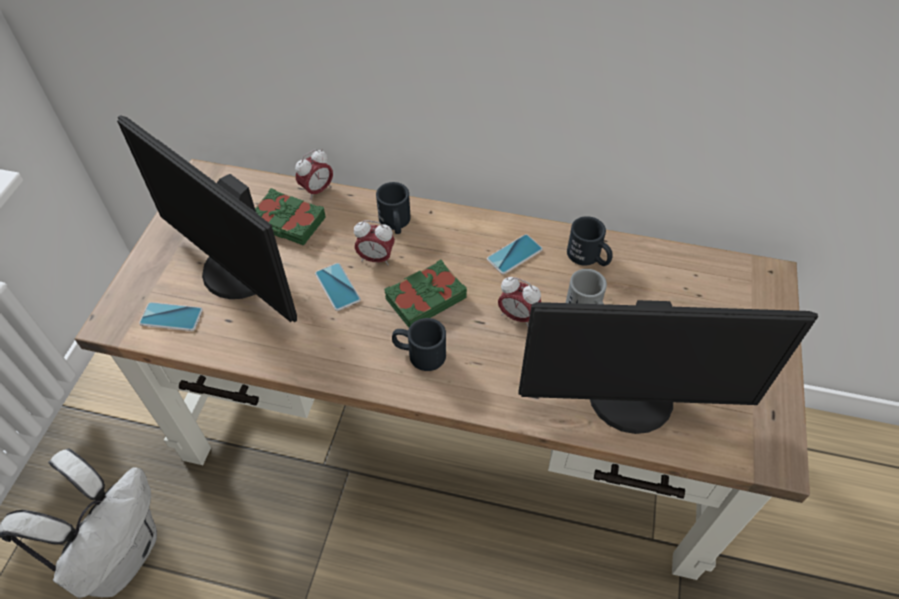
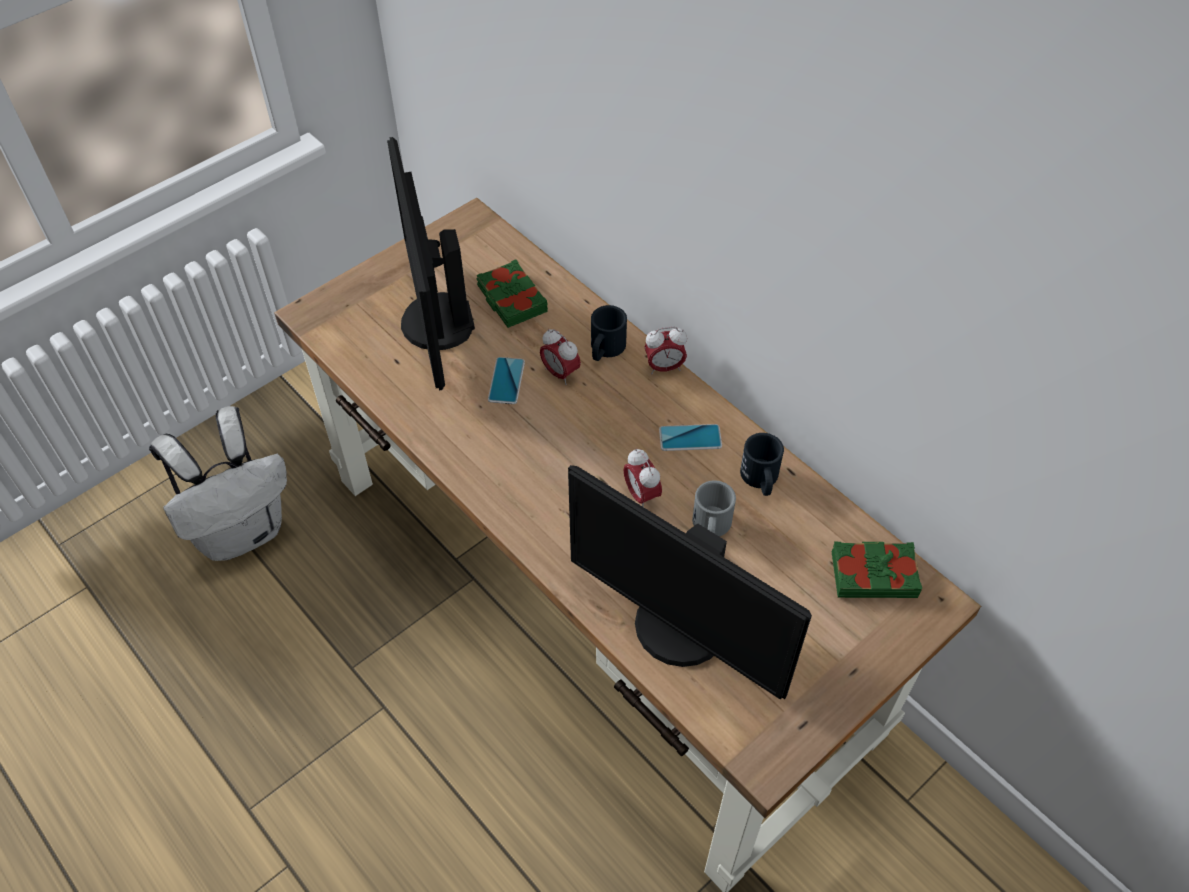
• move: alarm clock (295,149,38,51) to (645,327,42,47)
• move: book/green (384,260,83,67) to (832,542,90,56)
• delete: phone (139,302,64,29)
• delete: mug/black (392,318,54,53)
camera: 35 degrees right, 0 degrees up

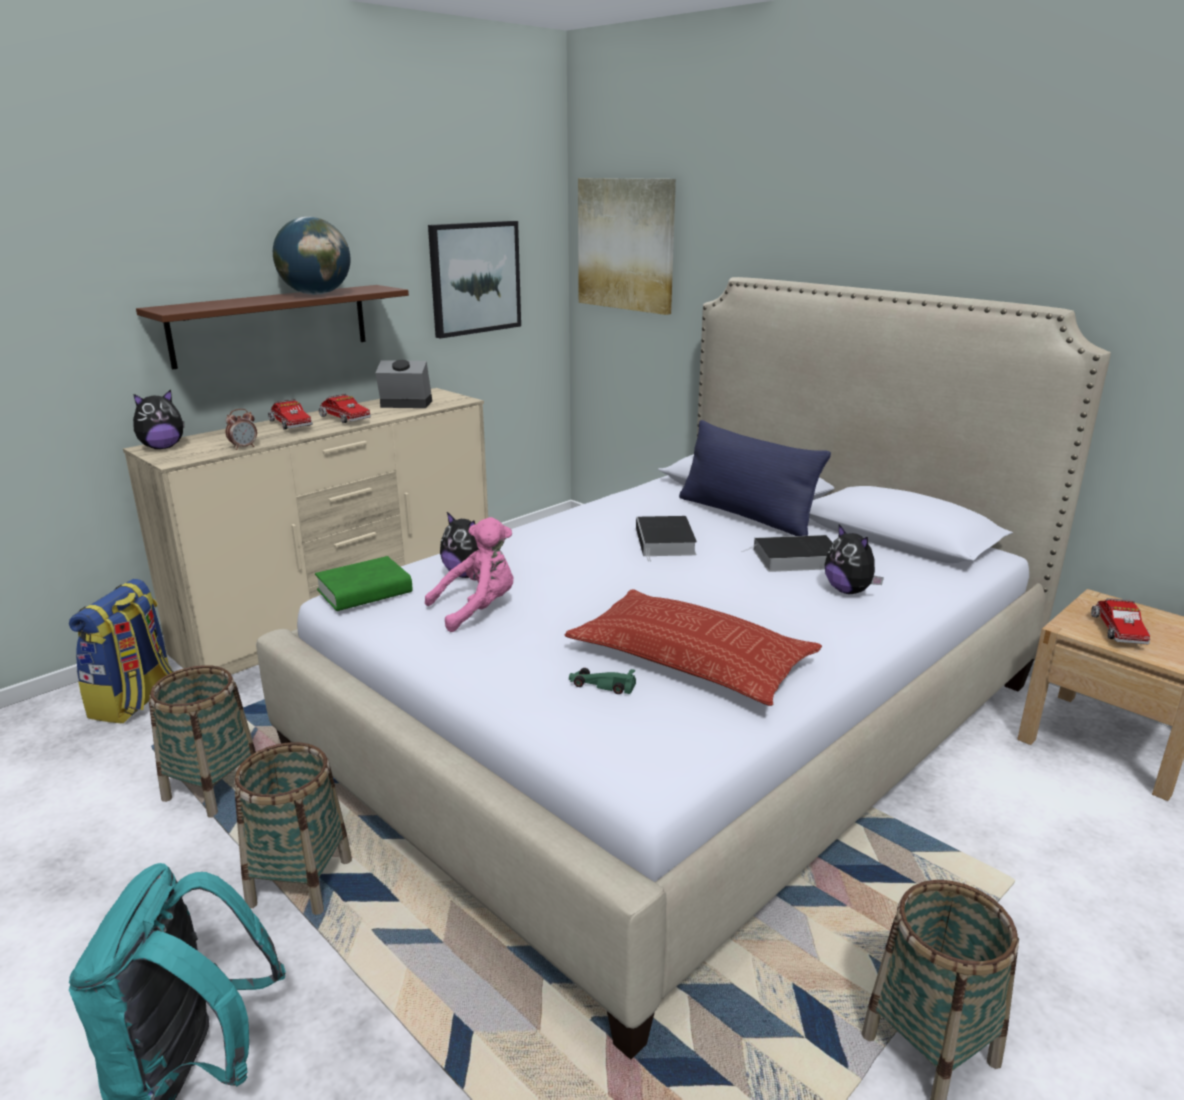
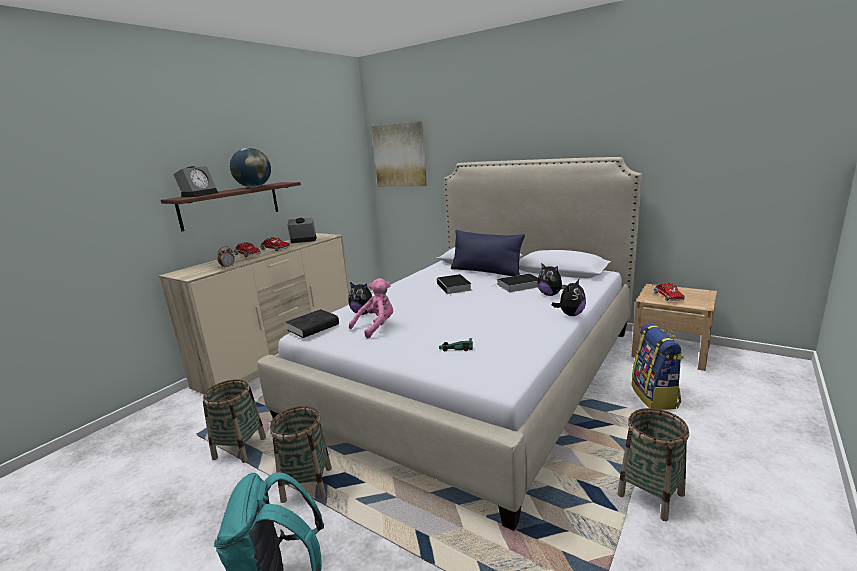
• delete: picture (428,221,93,118)
• move: plush toy (133,389,51,60) to (552,279,34,37)
• recolor: book/green (315,556,98,55) to book/black (286,309,53,29)
• move: backpack (69,579,104,144) to (632,323,51,87)
• delete: pillow (565,589,257,117)
• insert: alarm clock (173,166,45,31)
camera: 10 degrees left, 5 degrees down

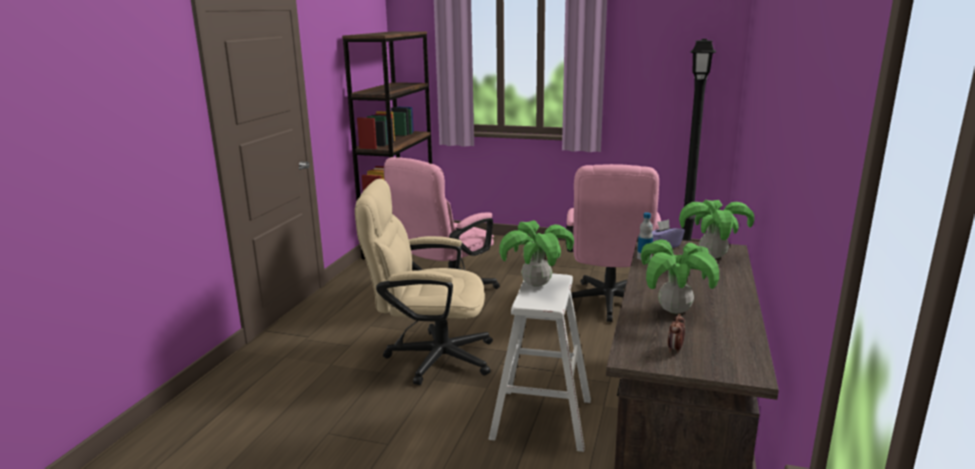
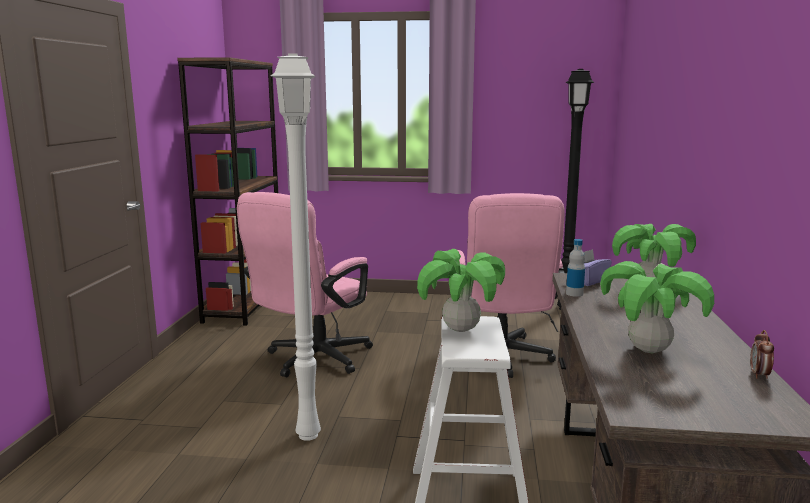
• replace: office chair/beige (355,179,138,206) to floor lamp/white (270,54,51,387)
• move: alarm clock (668,314,17,39) to (750,330,24,49)
camera: 10 degrees left, 5 degrees down

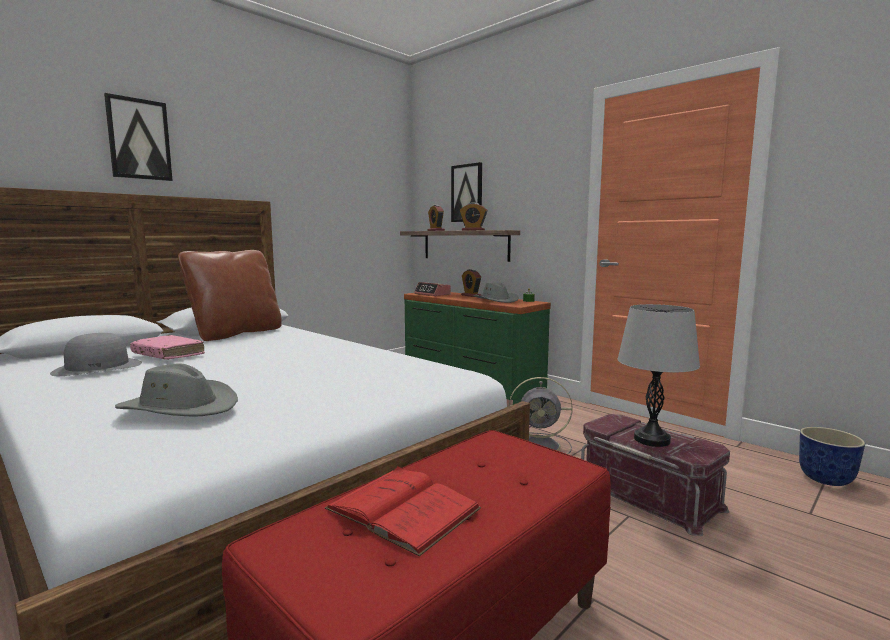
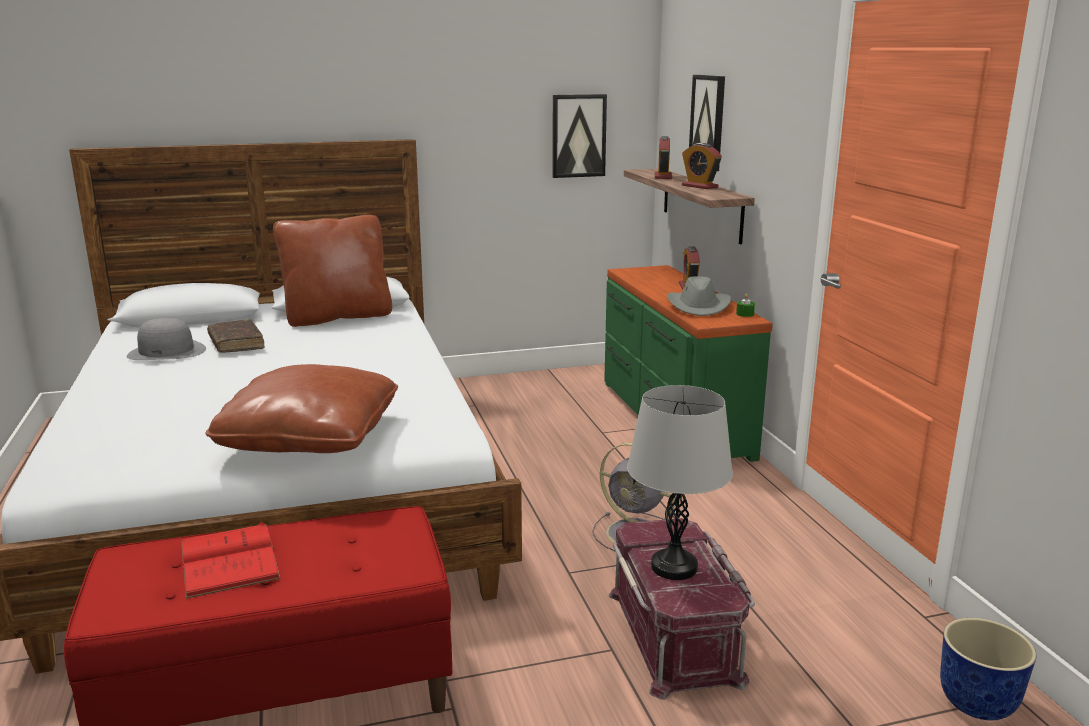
• move: picture (104,93,69,88) to (552,94,55,84)
• delete: alarm clock (414,282,37,14)
• recolor: book/pink (130,335,75,25) to book/brown (207,319,58,34)
• delete: hat/grey (115,363,123,54)
• insert: pillow/brown (206,364,192,89)
camera: 30 degrees right, 10 degrees up

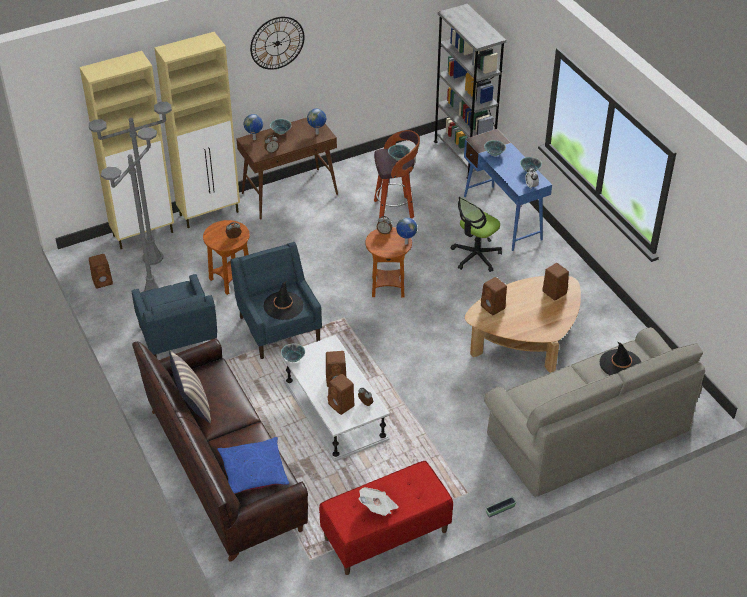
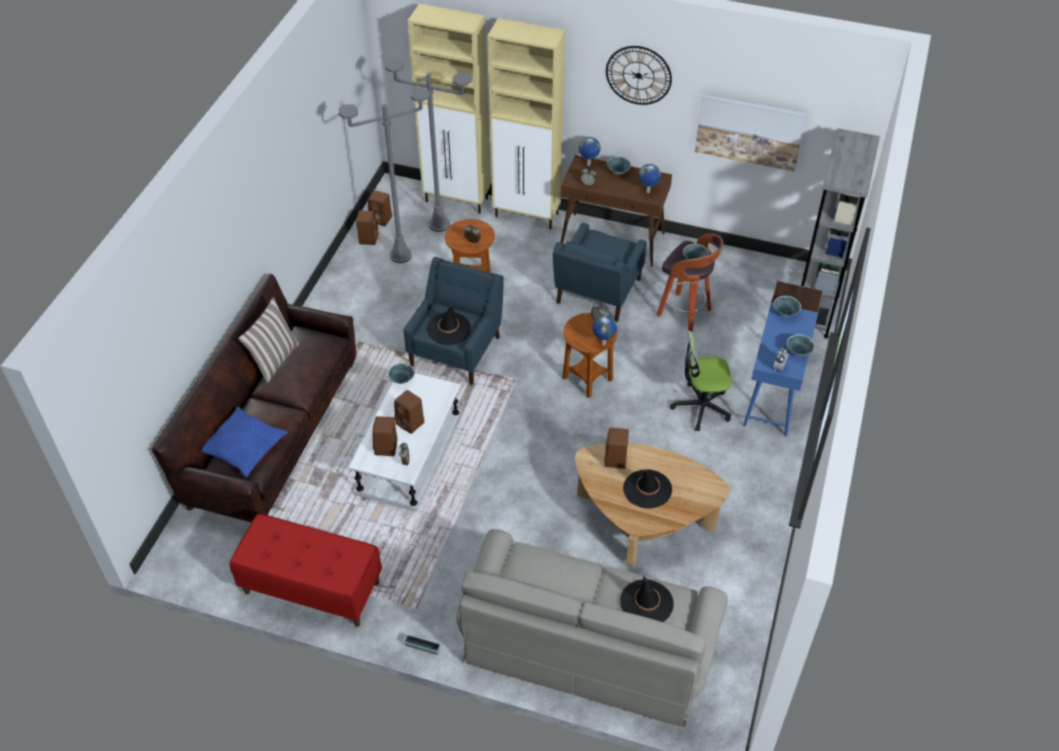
• move: speaker/brown (542,263,27,38) to (356,210,22,35)
• move: armchair/blue (131,274,86,84) to (553,223,94,99)
• delete: newspaper (358,487,41,29)
• insert: picture (695,94,112,77)
• insert: hat/black (623,469,49,40)
camera: 45 degrees right, 5 degrees up

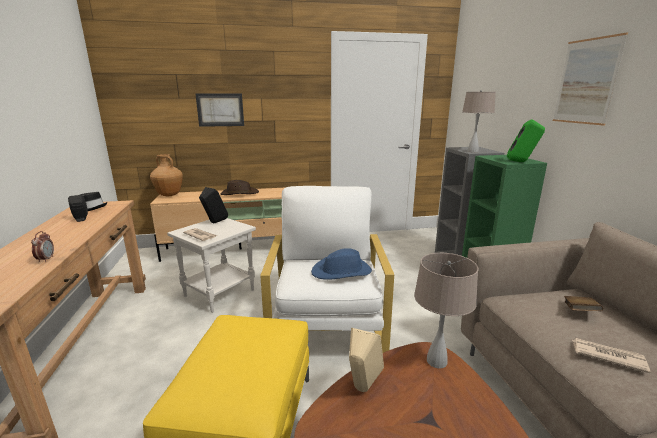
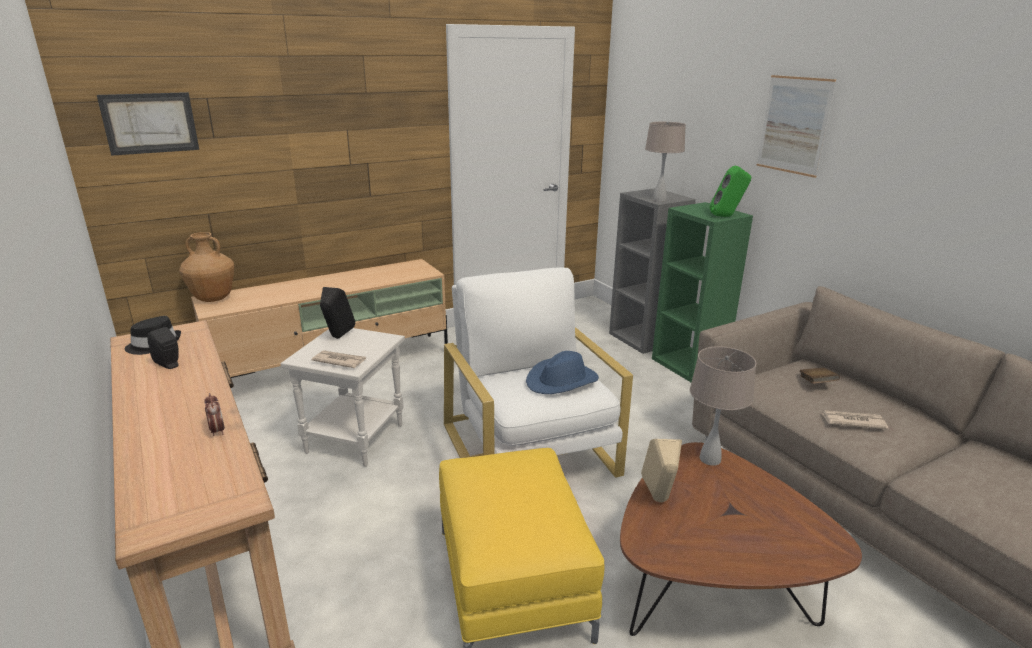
• move: picture (195,94,49,33) to (97,92,102,64)
• delete: hat/brown (221,180,38,15)
camera: 20 degrees left, 5 degrees up

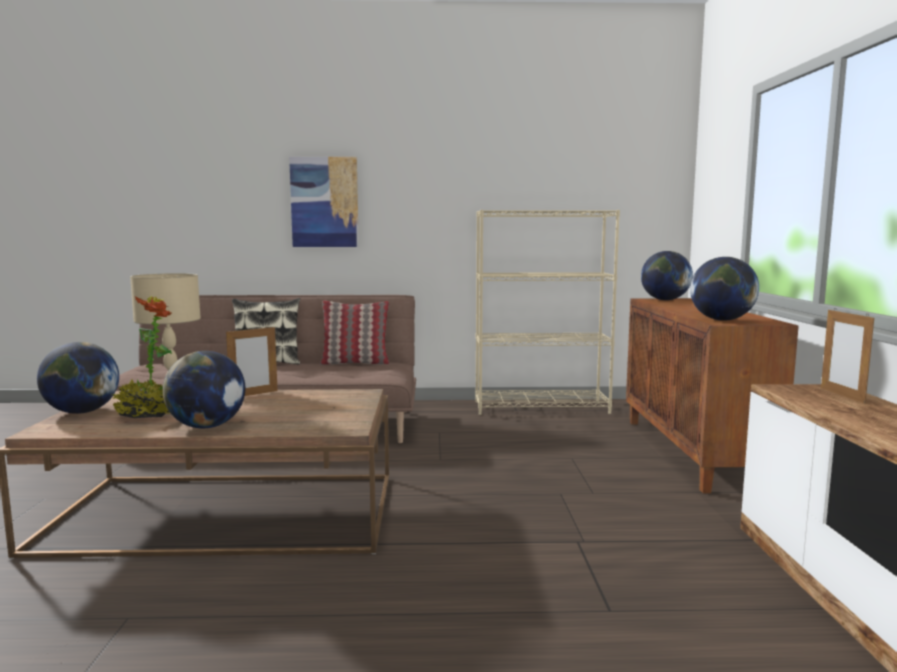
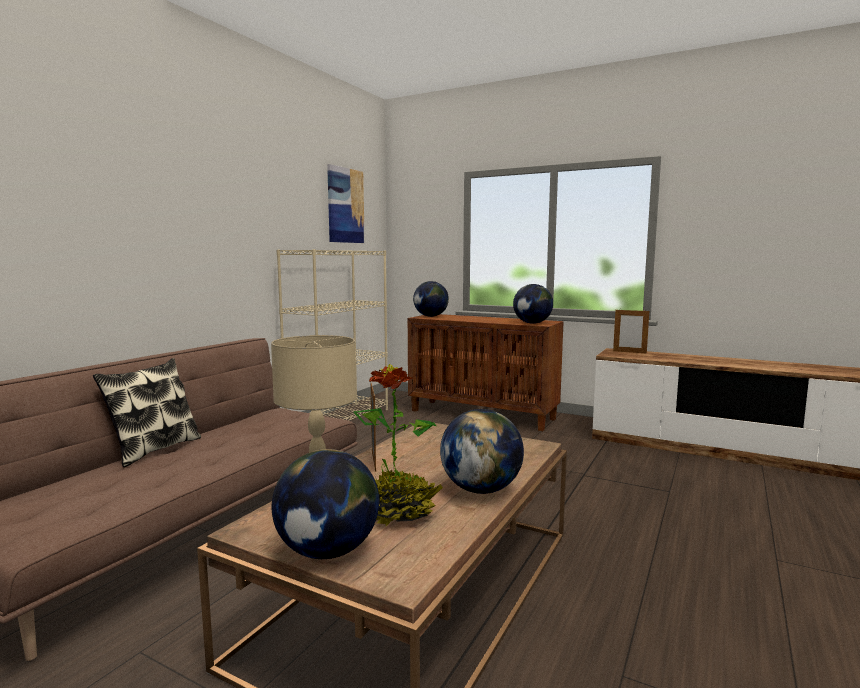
• move: picture (289,157,70,90) to (327,164,38,79)
• delete: pillow (320,301,69,64)
camera: 60 degrees left, 0 degrees up

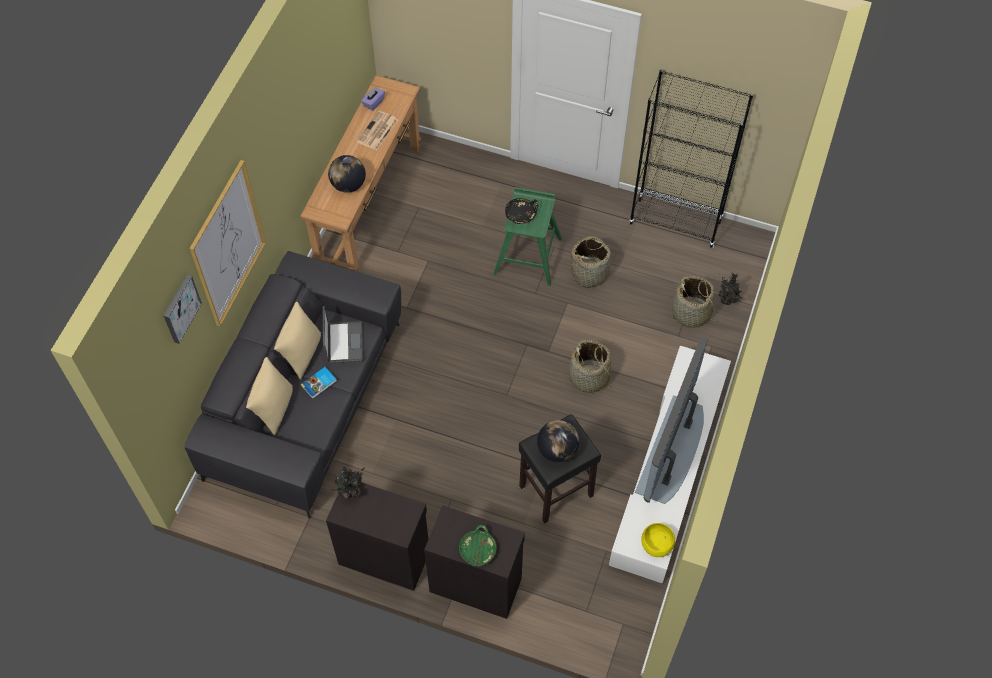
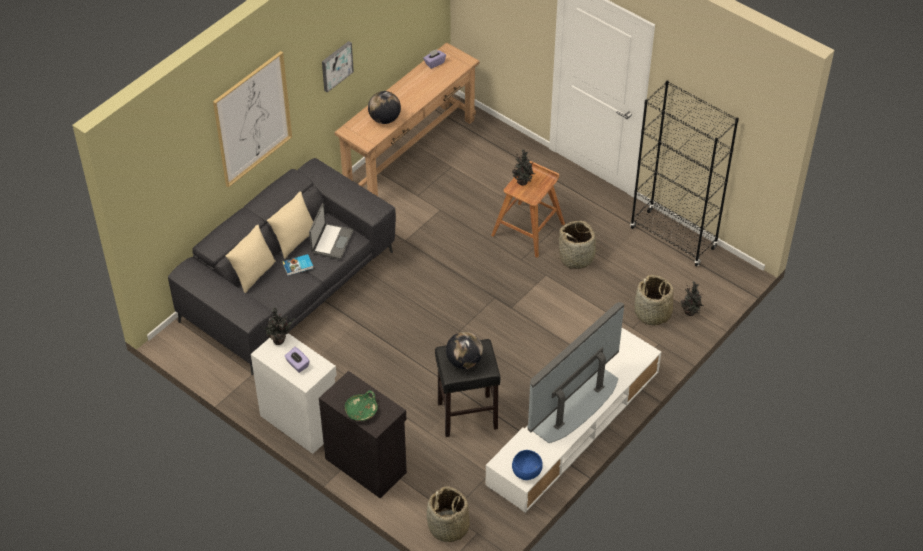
• delete: newspaper (357,111,41,39)
• recolor: stool/green (493,187,69,99) to stool/brown (491,161,74,97)
• replace: bowl/black (505,198,34,26) to potted plant (512,149,24,37)
• move: picture (164,275,38,69) to (322,41,32,52)
• move: basket (569,340,45,53) to (427,486,43,56)
• recolor: cabinet/black (326,482,102,109) to cabinet/white (251,333,86,121)
• recolor: bowl/yellow (641,523,34,34) to bowl/blue (512,450,31,30)
• insert: tissue box/purple (284,347,26,26)
camera: 20 degrees right, 10 degrees down

